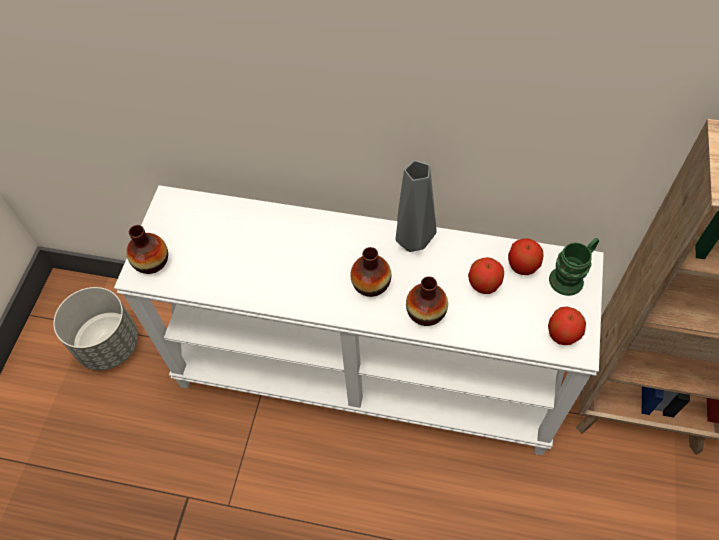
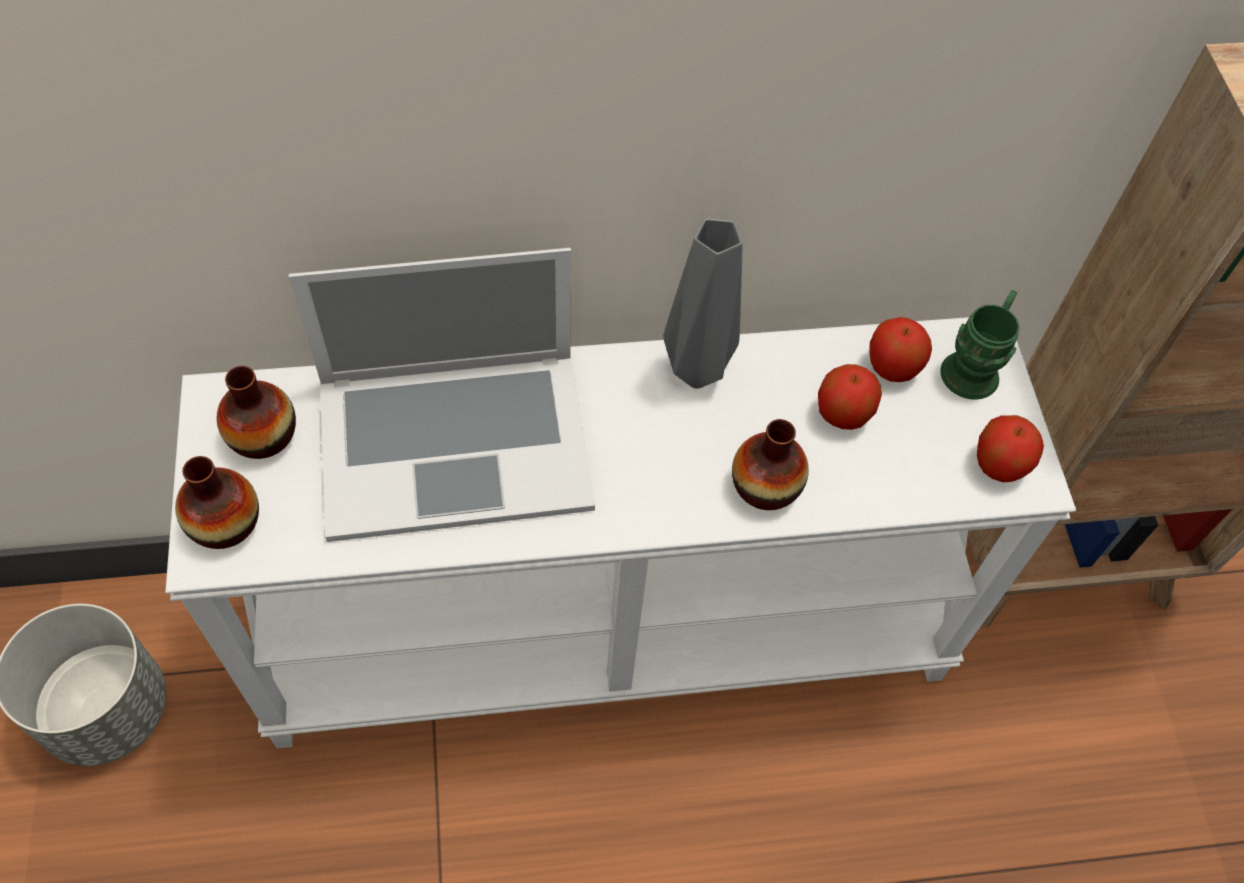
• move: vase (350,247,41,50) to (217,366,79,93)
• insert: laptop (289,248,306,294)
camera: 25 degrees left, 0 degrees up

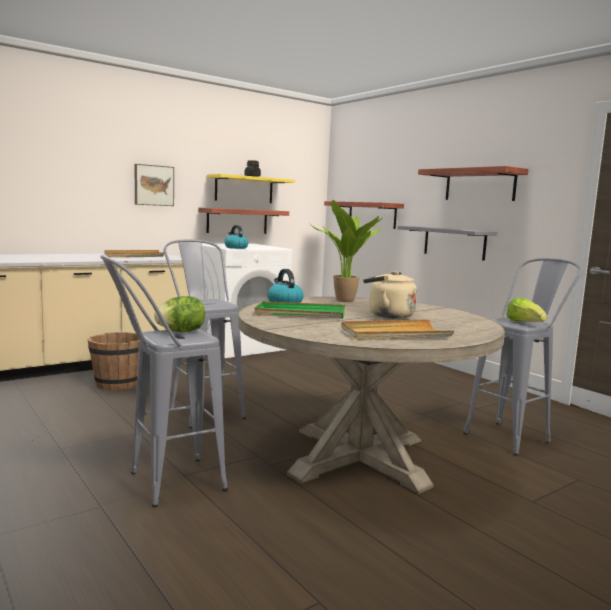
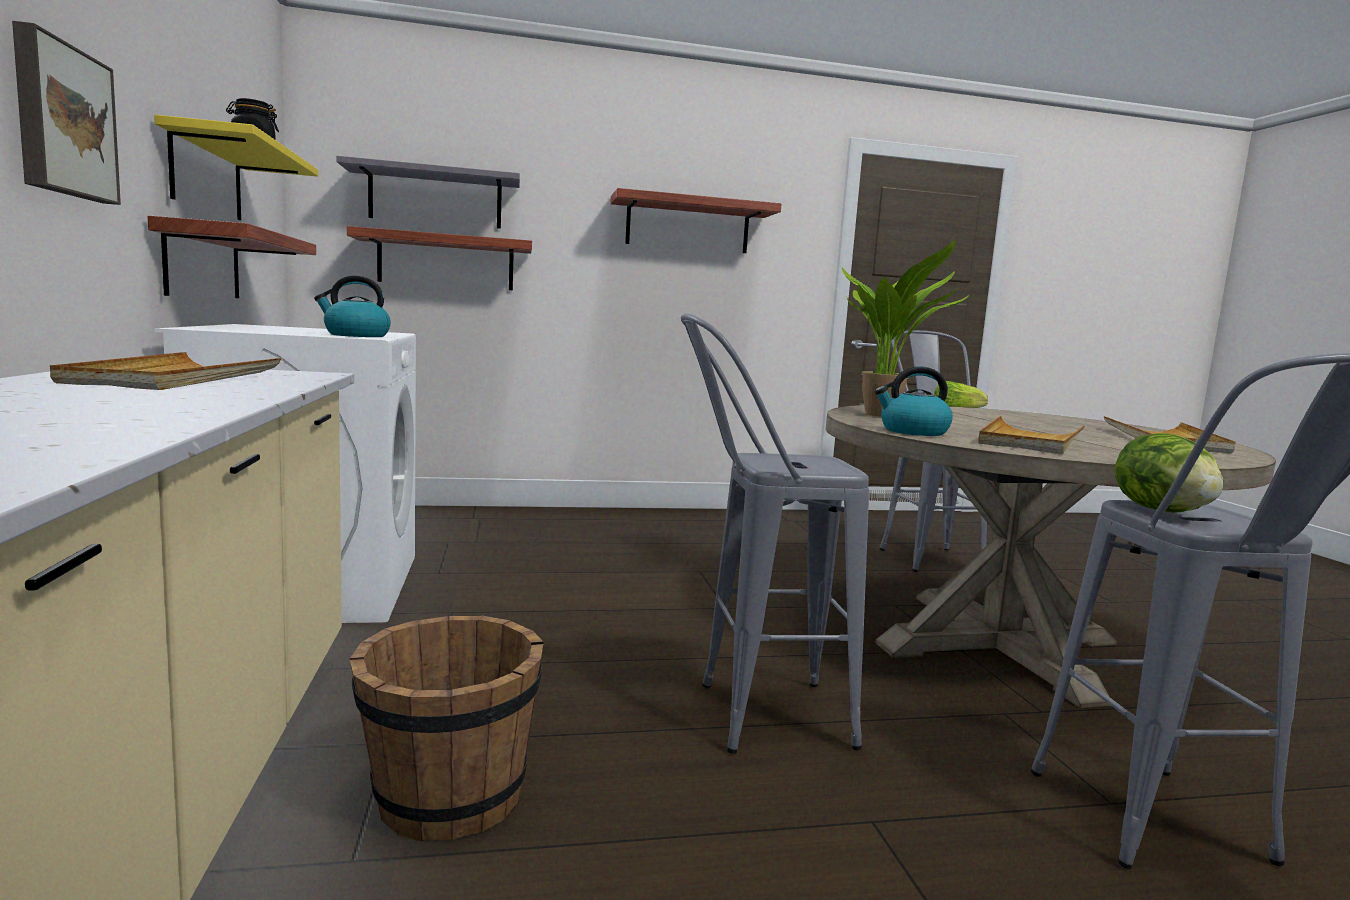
• move: shelf/grey (398,226,99,35) to (336,156,184,73)
• delete: kettle/beige (363,271,54,47)
• recolor: tray/green (254,301,91,18) to tray/beige (978,416,108,38)
camera: 65 degrees left, 0 degrees up

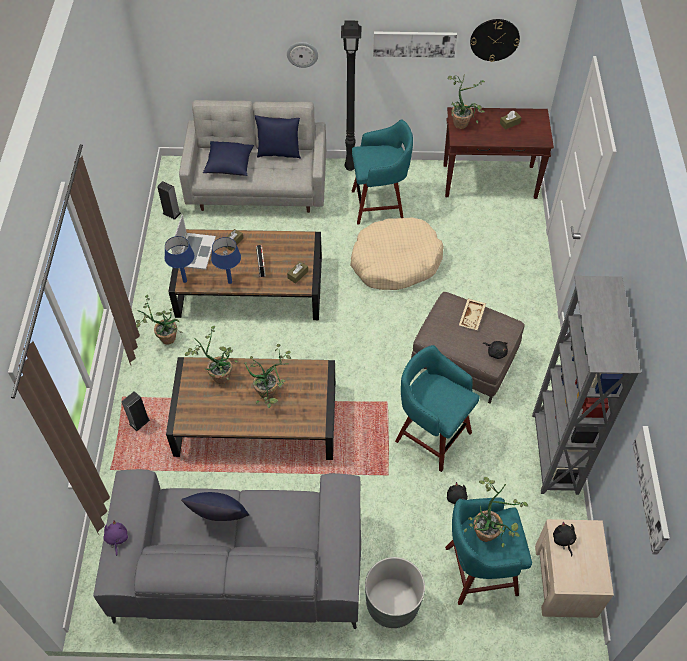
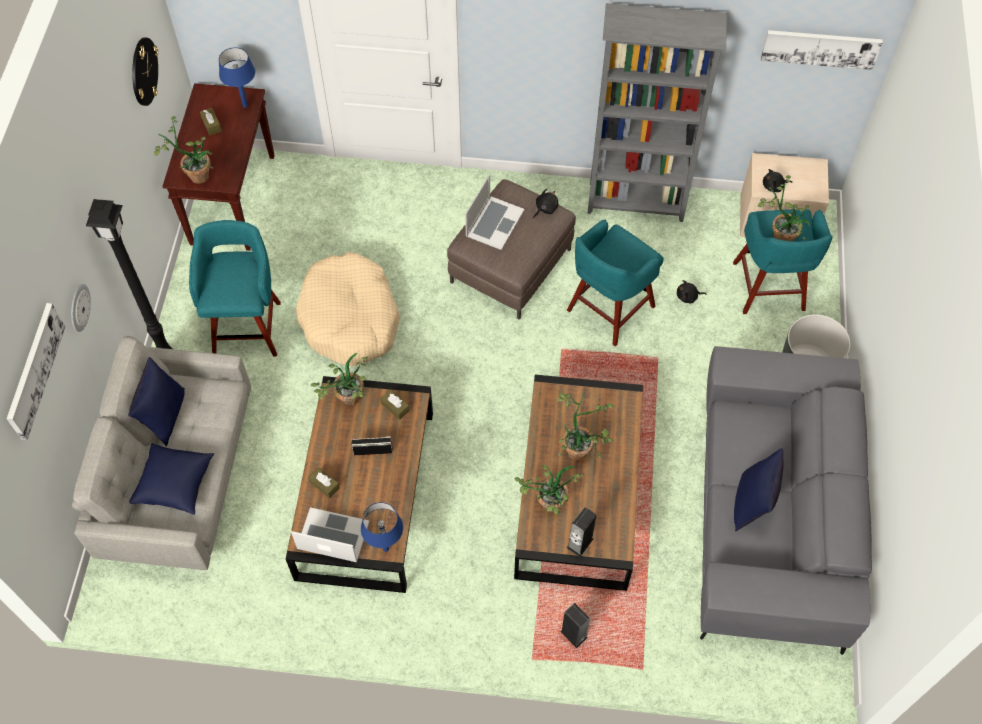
• move: picture (373,32,84,26) to (7,303,58,137)
• move: speaker (157,181,24,39) to (567,507,30,50)
• move: table lamp/blue (211,237,30,47) to (219,47,36,61)
• move: potted plant (136,295,46,50) to (311,353,57,53)
• replace: tray/beige (459,299,27,31) to laptop (465,174,60,76)
• delete: plush toy/purple (103,520,25,36)
camera: 85 degrees left, 5 degrees up

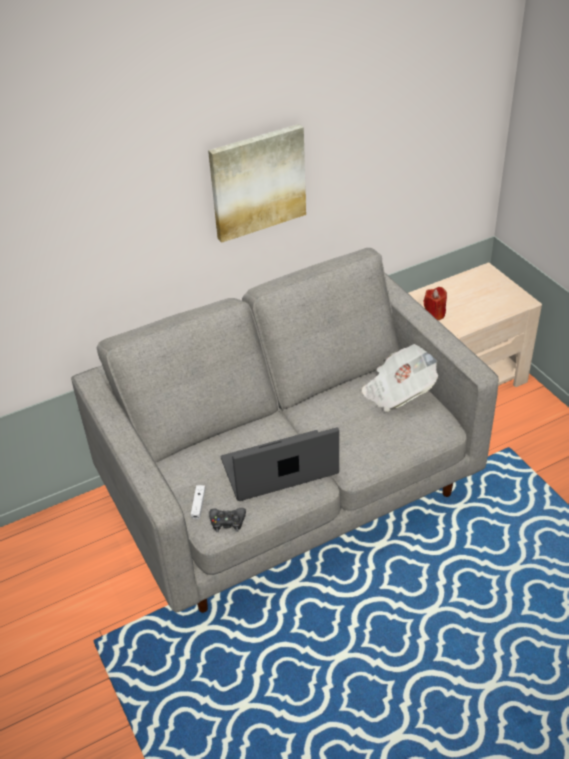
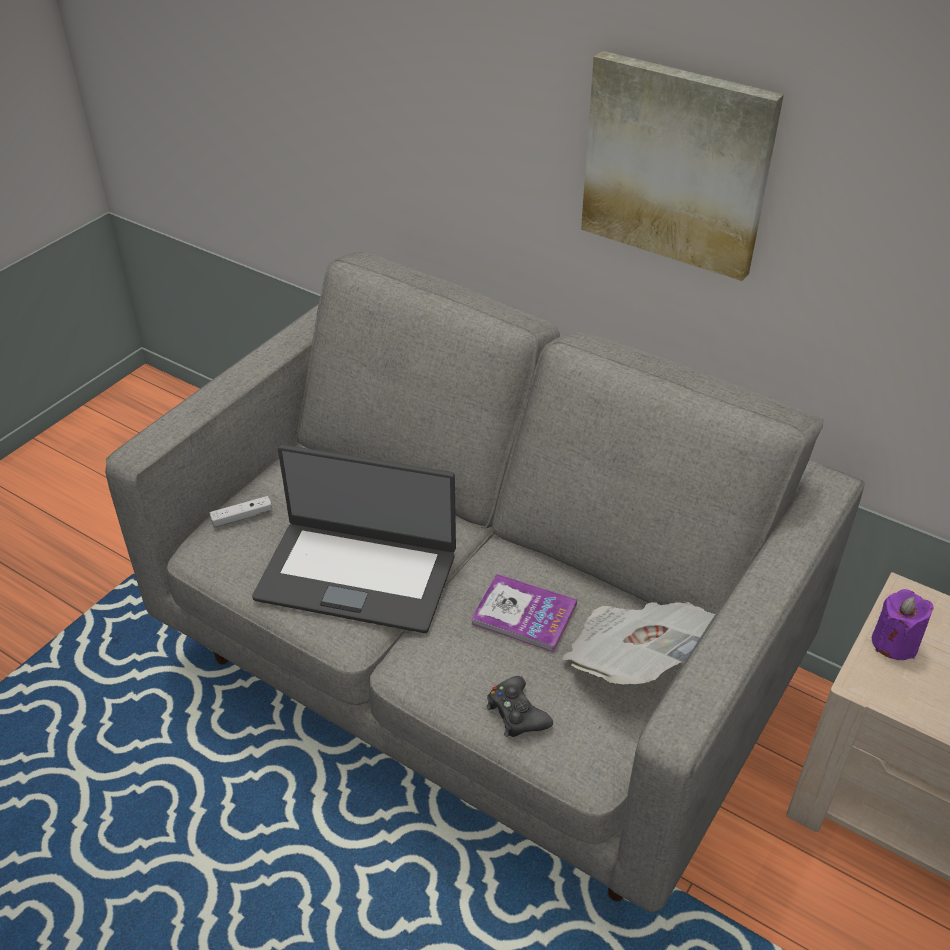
• recolor: candle/red (423,287,24,33) to candle/purple (872,589,62,71)
• rotate: laptop (221,427,118,74) = (252,445,204,188) 150 degrees clockwise
• move: game controller/black (209,508,37,24) to (486,676,67,61)
• insert: book (471,574,106,78)
camera: 60 degrees right, 0 degrees up

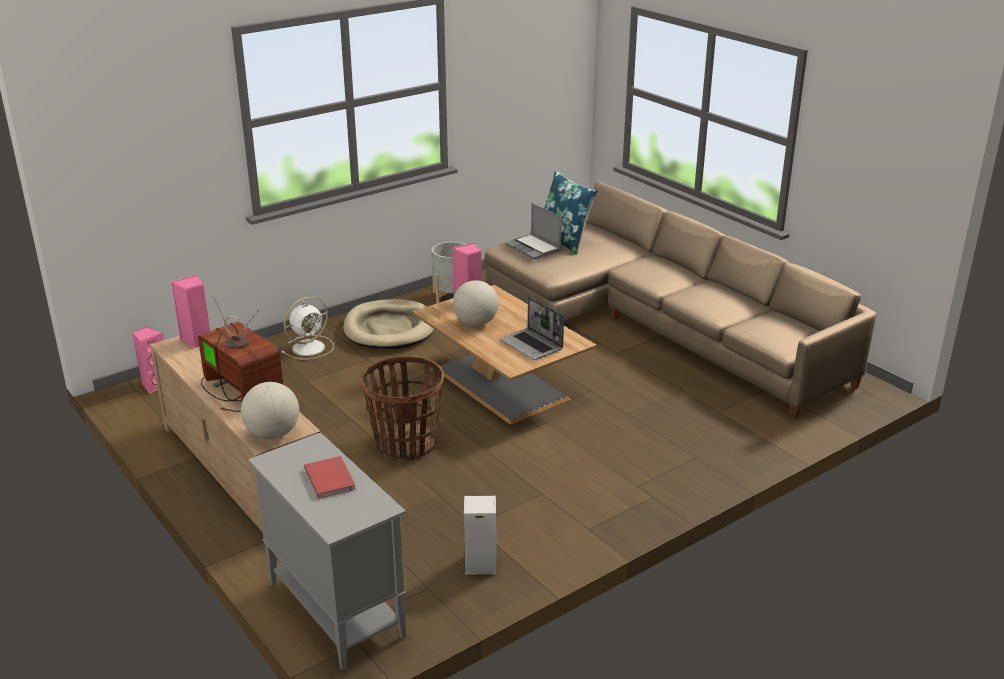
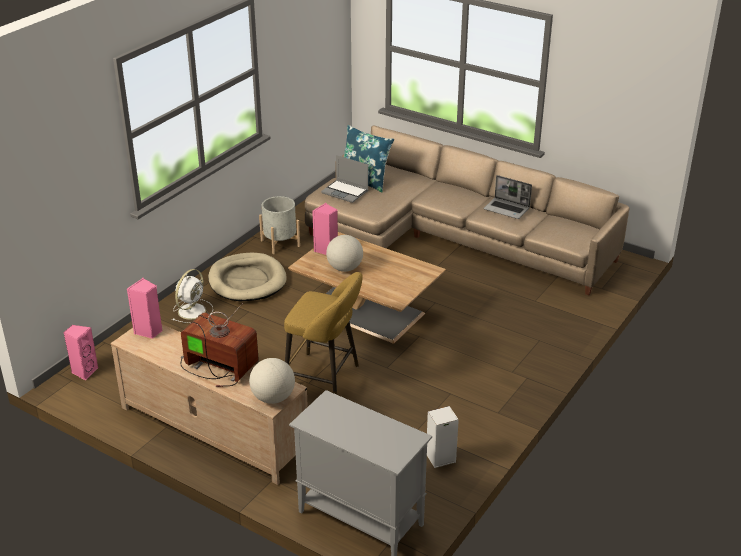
• move: laptop (500,297,64,63) to (484,175,48,44)
• replace: basket (361,356,83,104) to stool/yellow (284,272,79,123)
• delete: book/red (304,456,52,43)
camera: 20 degrees left, 5 degrees up

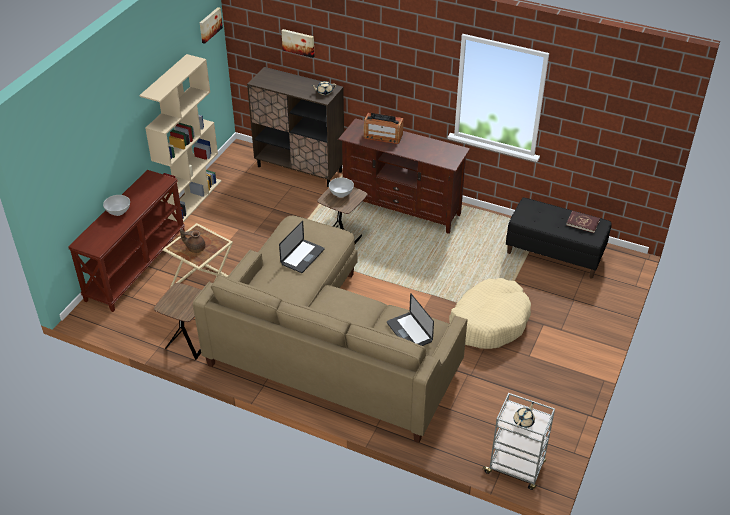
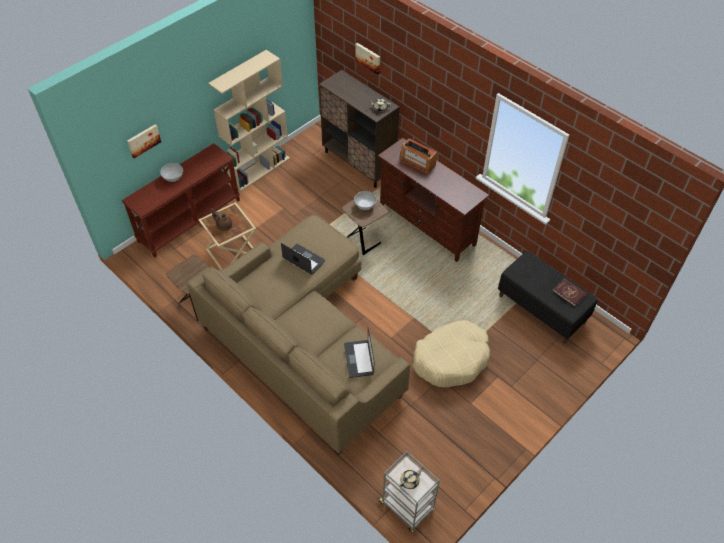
• move: picture (200,7,23,37) to (127,124,34,34)
• rotate: laptop (279,221,46,52) = (281,243,44,32) 105 degrees counterclockwise
camera: 20 degrees right, 10 degrees up

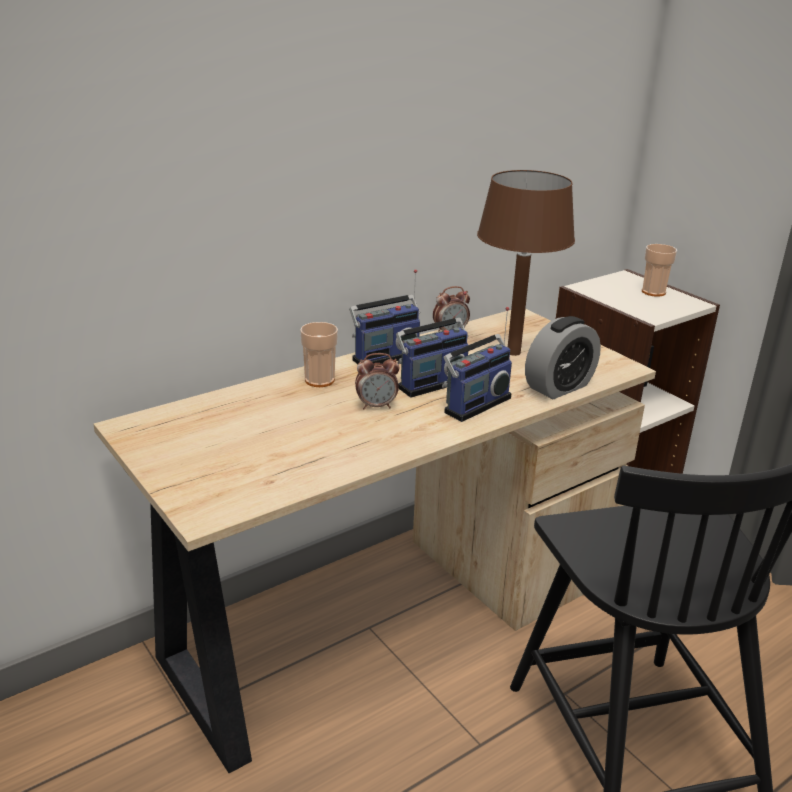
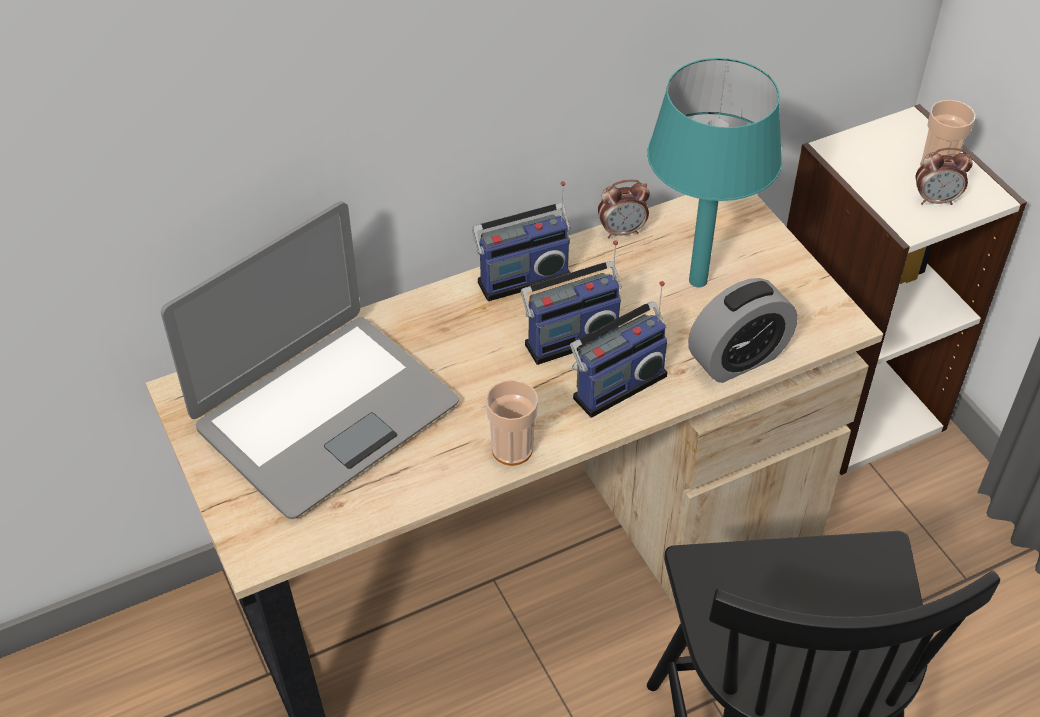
• recolor: table lamp/brown (477,170,98,186) to table lamp/turquoise (647,58,135,229)
• move: cup (300,322,38,65) to (485,380,53,86)
• move: alarm clock (355,353,44,56) to (916,148,57,57)
• insert: laptop (161,201,298,318)
camera: 10 degrees right, 20 degrees up

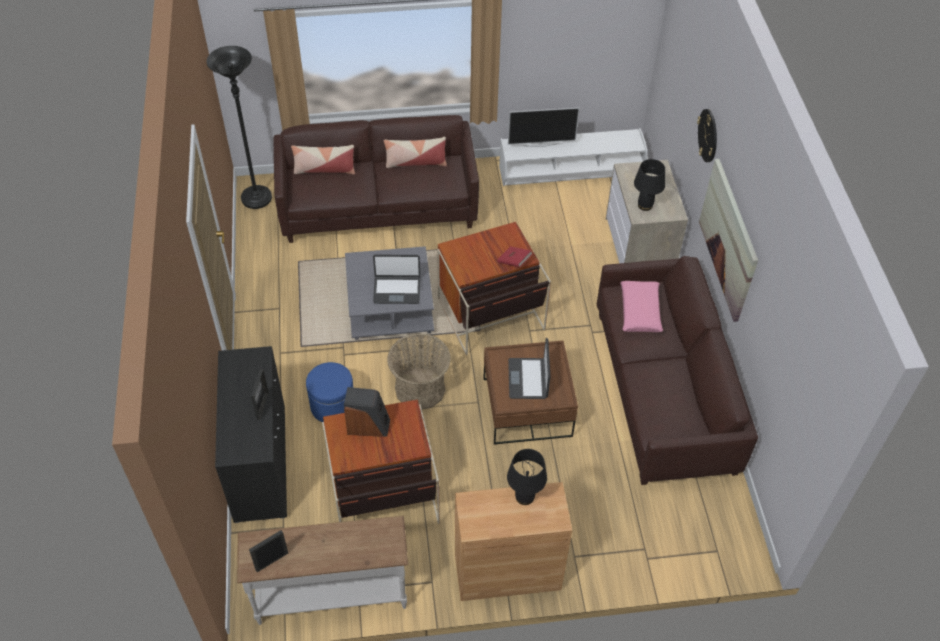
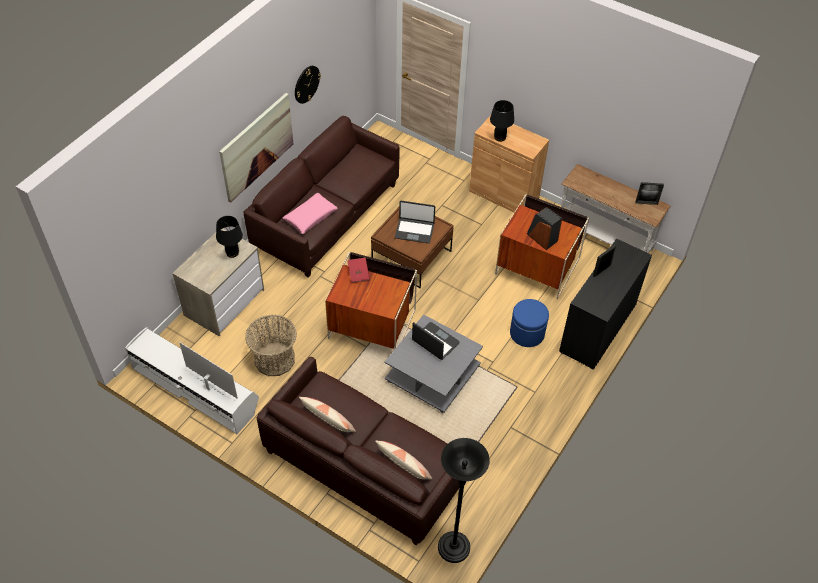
• move: wall clock (697,109,20,53) to (295,66,26,38)
• move: basket (387,333,64,77) to (245,315,52,61)
• rotate: laptop (508,338,43,61) = (395,201,40,42) 60 degrees clockwise
camera: 140 degrees left, 0 degrees up

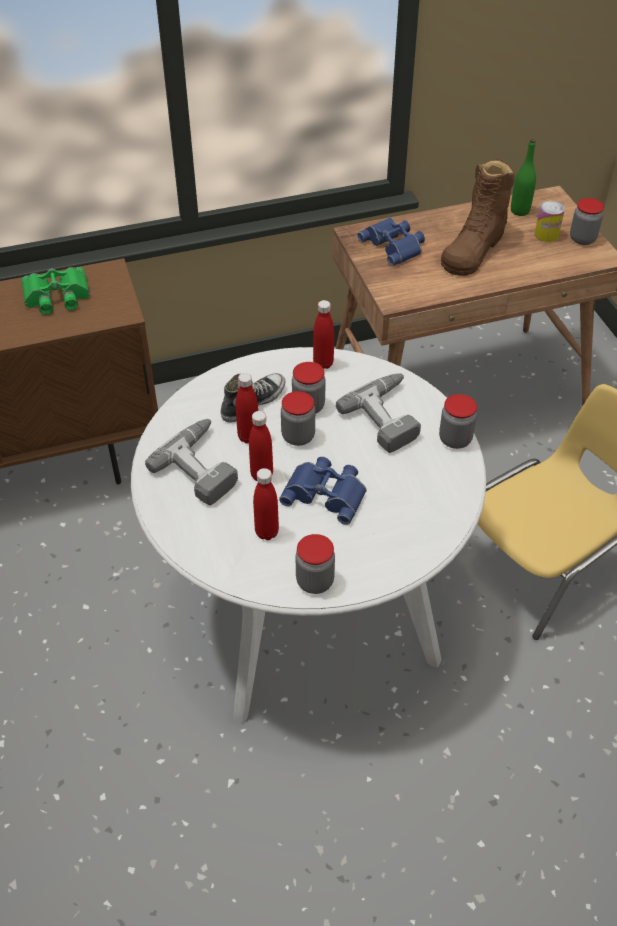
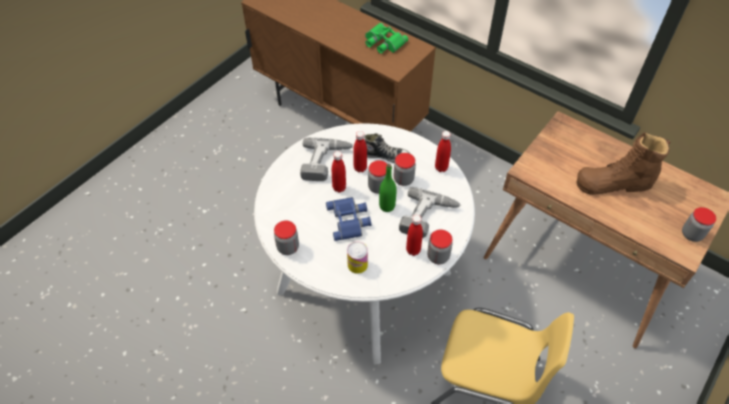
• move: bottle/green (511,139,25,77) to (379,164,17,48)
• move: can (535,200,30,42) to (347,241,21,33)
• delete: binoculars/blue (357,218,68,48)
• move: bottle/red (253,468,26,72) to (406,215,17,41)
camera: 55 degrees right, 5 degrees up

